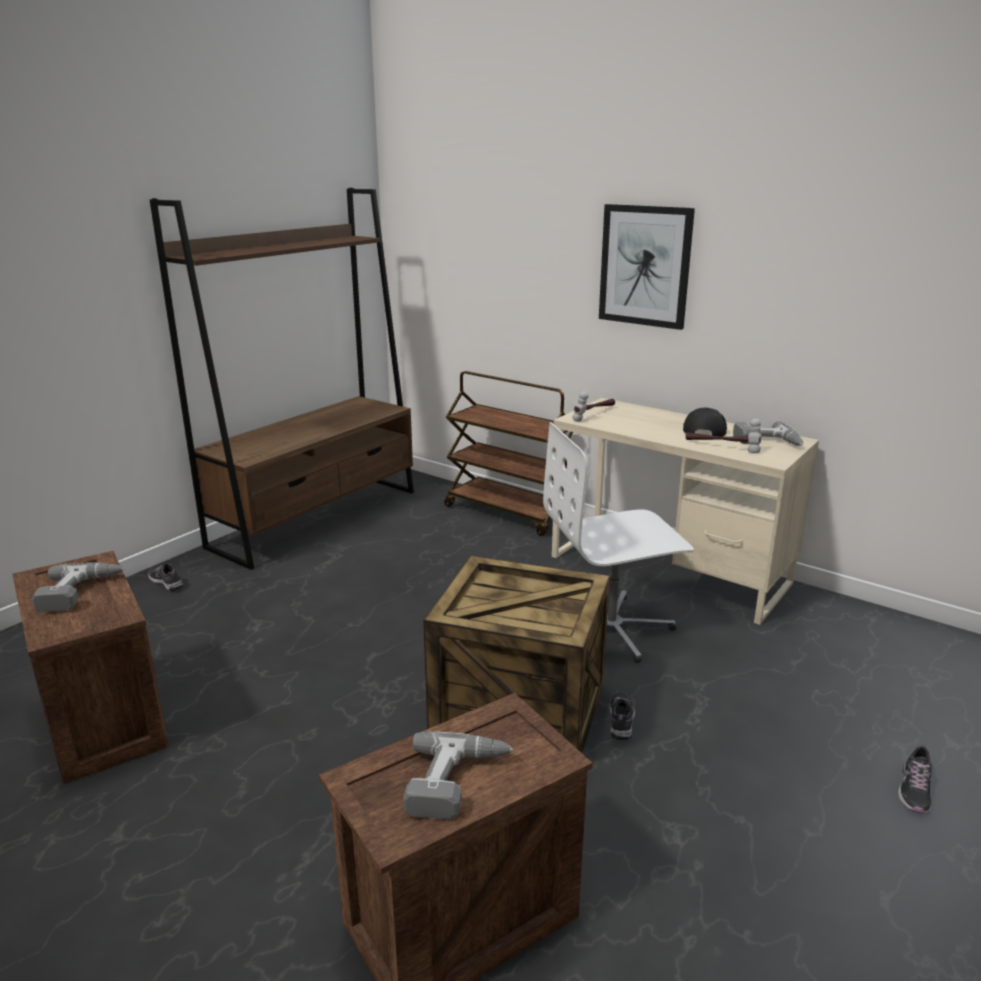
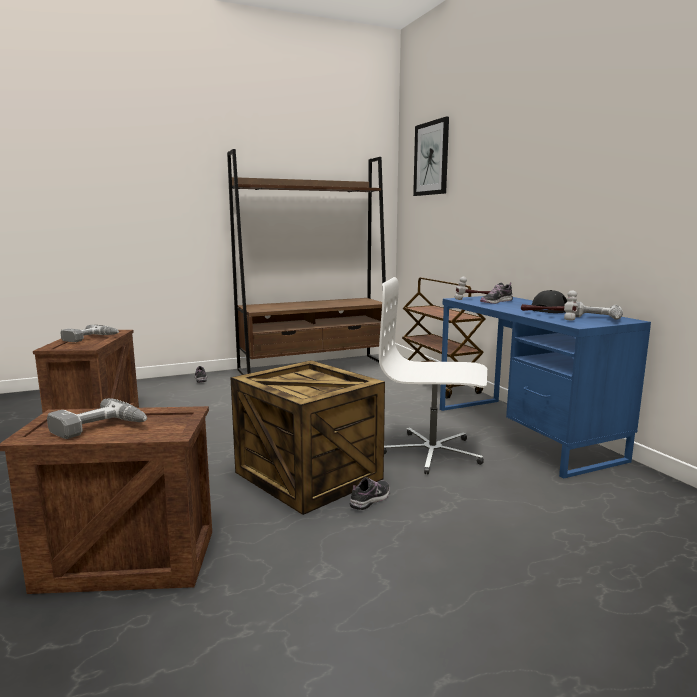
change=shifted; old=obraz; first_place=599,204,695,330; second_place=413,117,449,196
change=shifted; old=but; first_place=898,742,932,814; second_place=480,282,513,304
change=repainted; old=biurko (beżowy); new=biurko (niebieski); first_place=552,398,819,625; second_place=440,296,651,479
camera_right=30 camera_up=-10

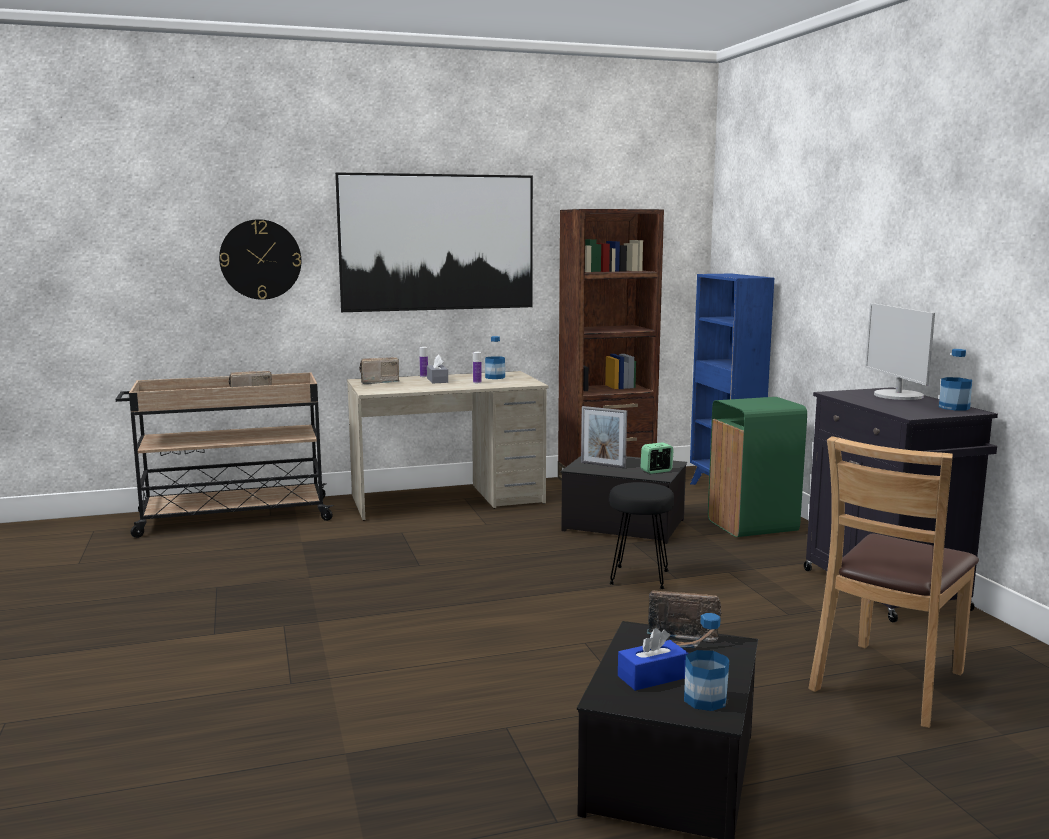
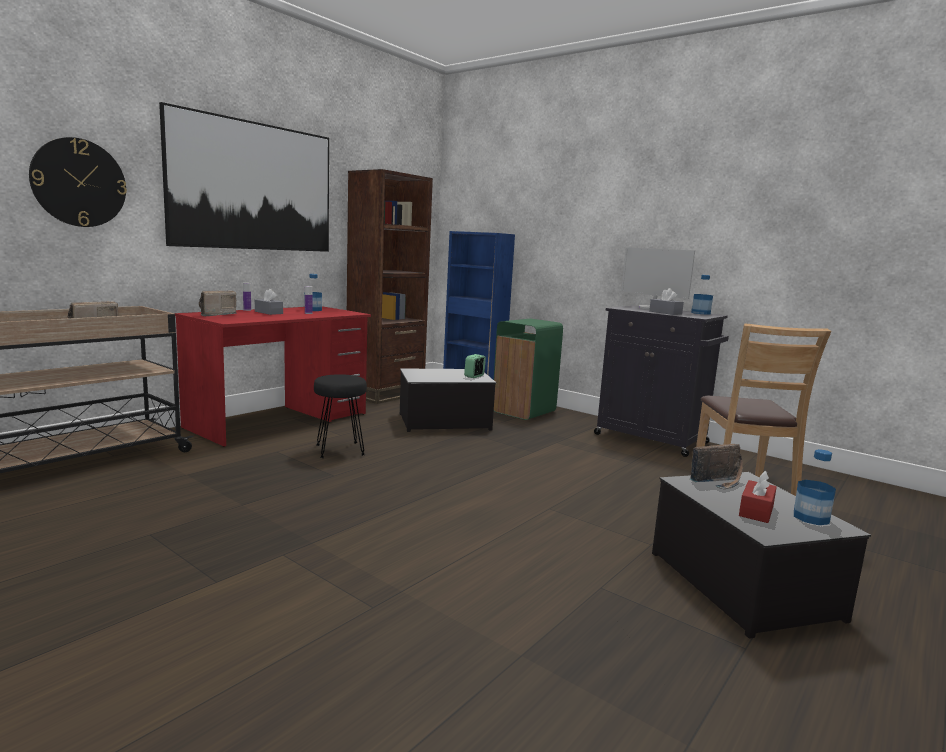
change=gone; old=ramka na zdjęcie; first_place=581,406,627,468
change=new; new=pudełko chusteczek (szary); second_place=649,288,684,315
change=shifted; old=stołek (czarny); first_place=609,482,674,589; second_place=314,374,367,458
change=repainted; old=biurko (beżowy); new=biurko (czerwony); first_place=347,371,548,520; second_place=175,306,371,447
change=repainted; old=pudełko chusteczek (niebieski); new=pudełko chusteczek (czerwony); first_place=618,628,689,691; second_place=739,471,777,523
camera_right=-35 camera_up=0

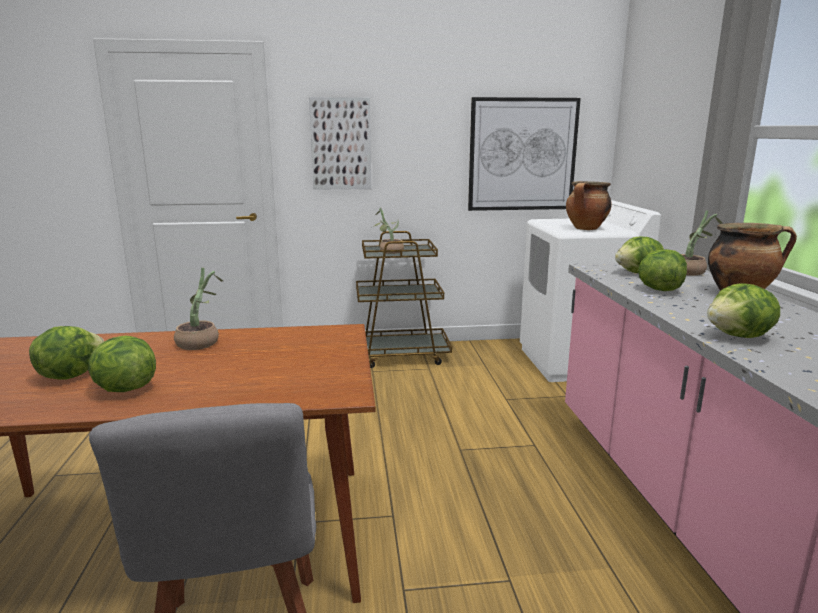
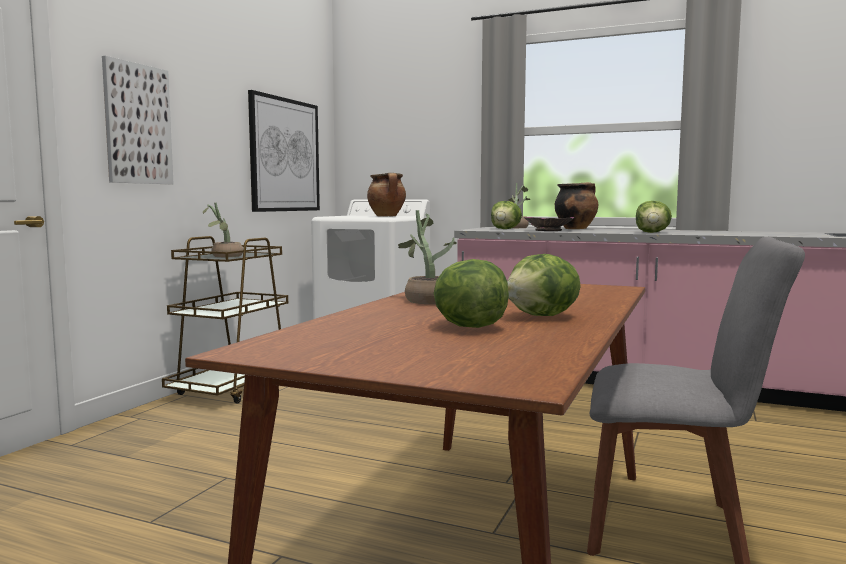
change=swapped; old=sałata; new=miska (różowy); first_place=638,249,687,291; second_place=524,217,574,231
camera_right=-60 camera_up=-10

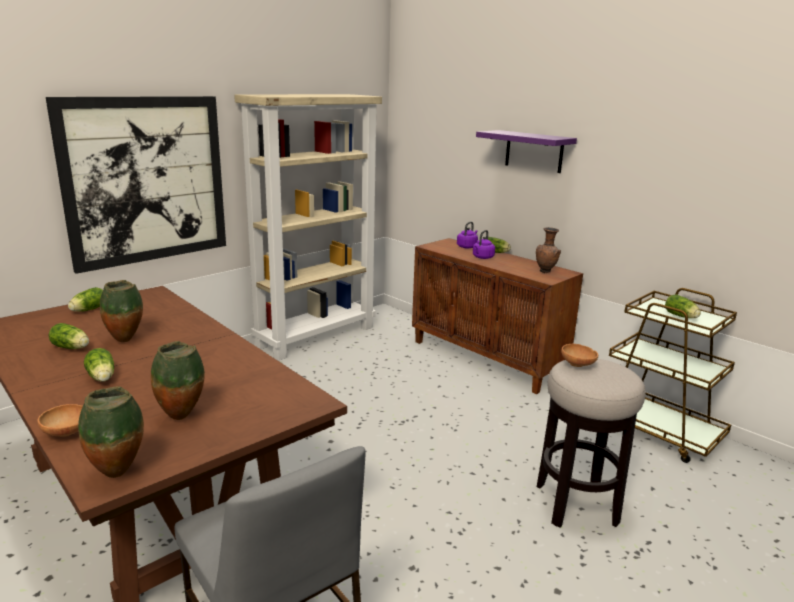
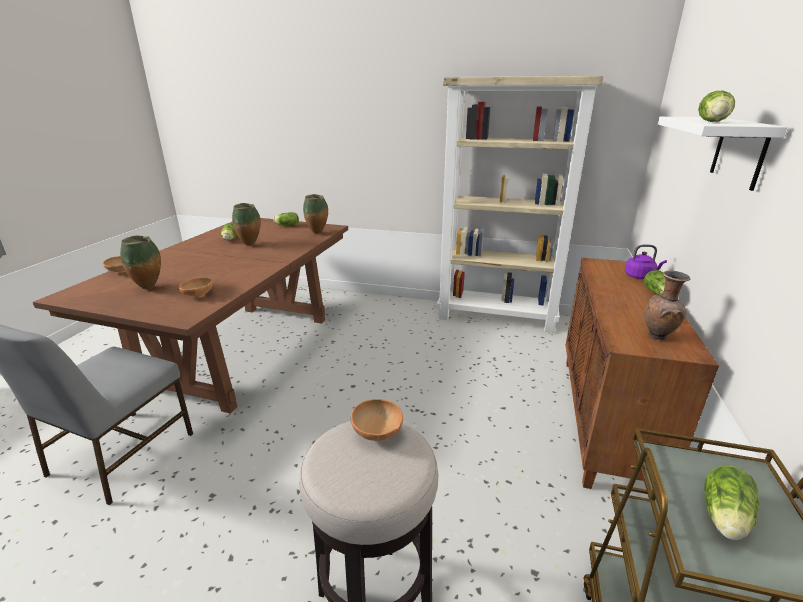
change=gone; old=obraz; first_place=46,96,226,274
change=gone; old=czajnik (fioletowy); first_place=473,230,495,259
change=new; new=miska (brązowy); second_place=179,278,213,298
change=shifted; old=wazon; first_place=78,386,144,478; second_place=303,194,328,234
change=shifted; old=sałata; first_place=84,348,114,382; second_place=698,91,735,122
change=repainted; old=półka (fioletowy); new=półka (biały); first_place=476,130,577,173; second_place=658,117,787,191
camera_right=60 camera_up=5

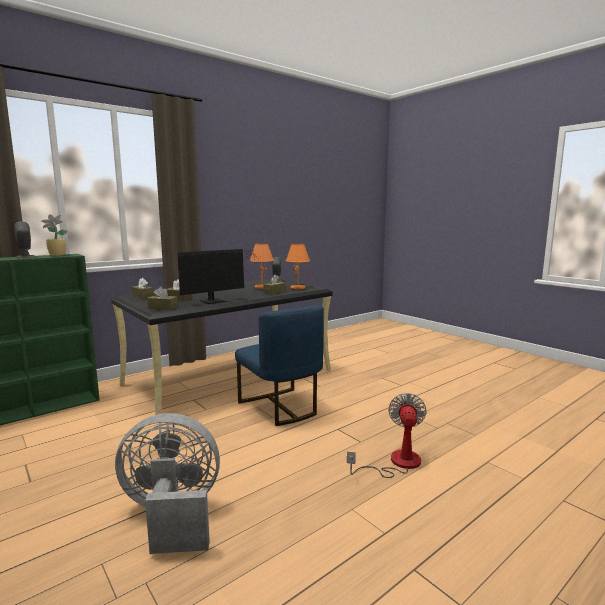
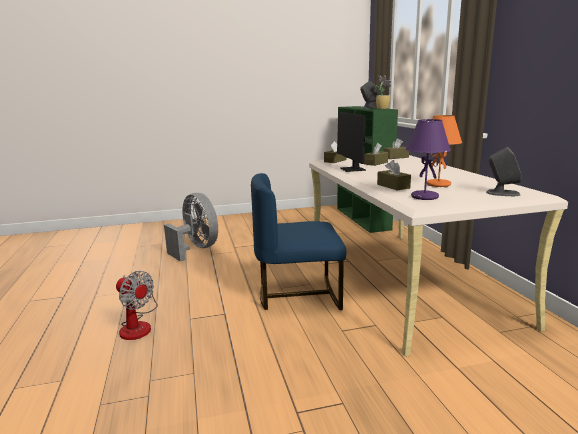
change=repainted; old=biurko (czarny); new=biurko (beżowy); first_place=111,279,333,415; second_place=309,155,568,357
change=repainted; old=lampa stołowa (pomarańczowy); new=lampa stołowa (fioletowy); first_place=286,244,310,290; second_place=406,119,451,200
change=rotated; old=wentylator (szary); first_place=115,413,220,554; second_place=164,193,218,262; degrees=-60
camera_right=115 camera_up=5

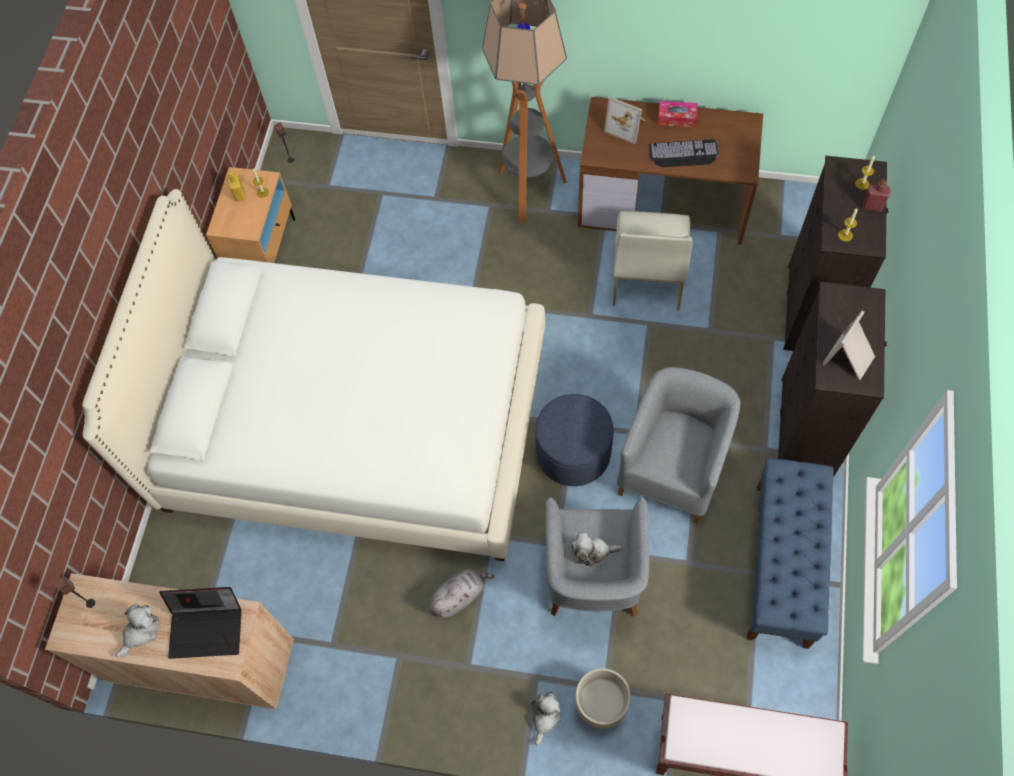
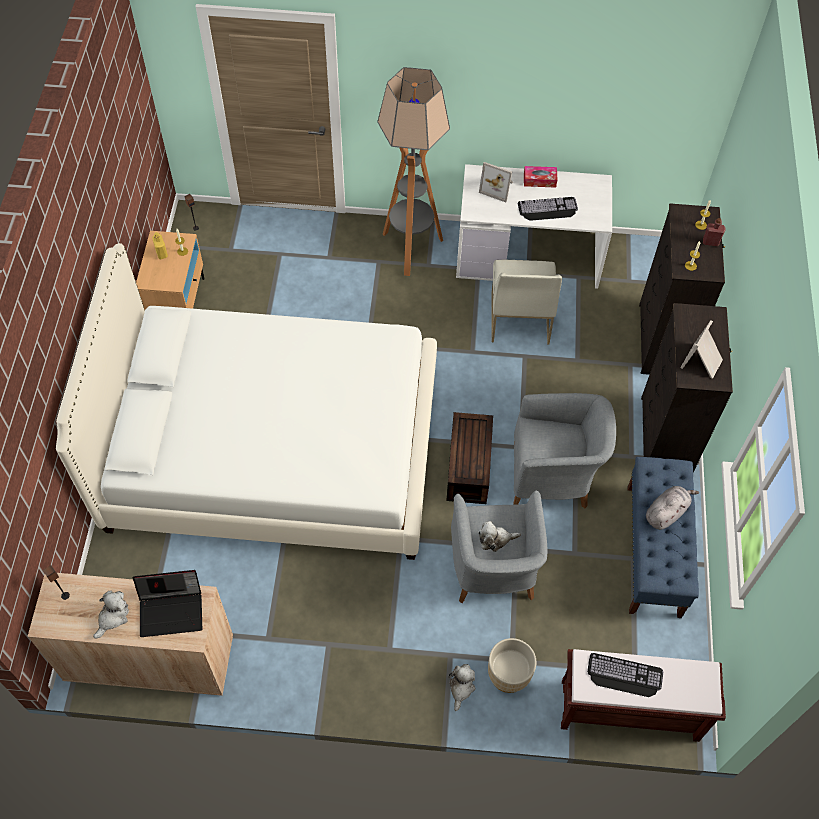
change=new; new=klawiatura; second_place=587,653,663,697
change=shifted; old=pluszak (szary); first_place=430,569,495,618; second_place=646,486,699,530
change=swapped; old=pufa (niebieski); new=pojemnik do przechowywania (brązowy); first_place=535,394,614,486; second_place=446,412,493,504
change=repainted; old=biurko (brązowy); new=biurko (biały); first_place=578,97,763,245; second_place=456,164,612,289
change=rotated; old=fotel (szary); first_place=617,367,740,524; second_place=514,393,616,508; degrees=75
camera_right=-10 camera_up=-5

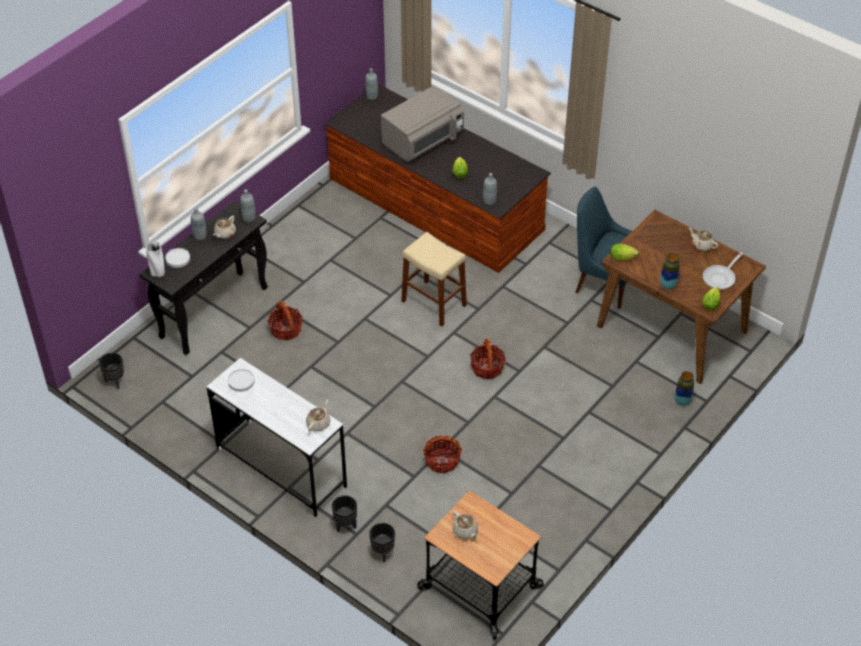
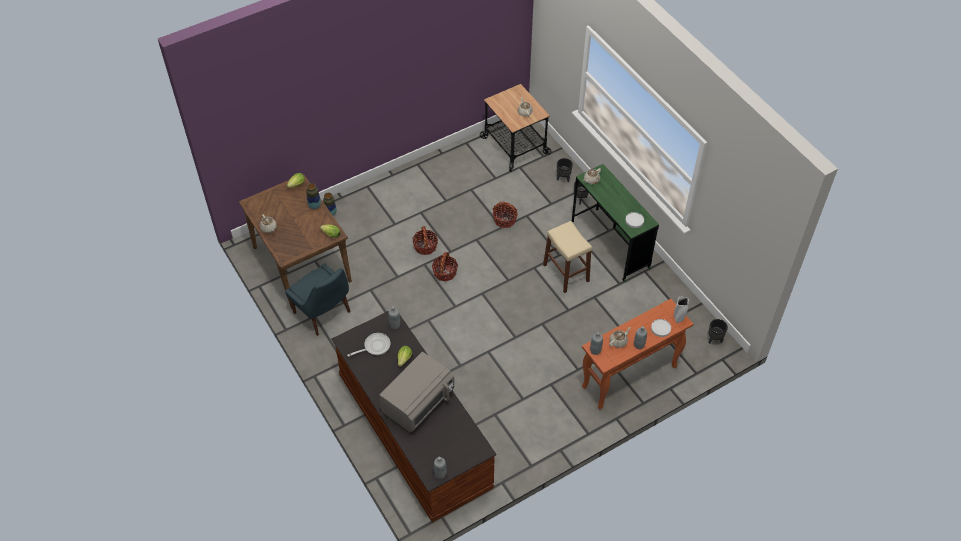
change=shifted; old=koszyk; first_place=267,301,302,340; second_place=413,226,438,255
change=shifted; old=stołek (beżowy); first_place=401,232,467,327; second_place=543,221,592,293
change=shifted; old=patelnia; first_place=703,252,743,290; second_place=347,333,390,357
change=repainted; old=stolik konsolowy (czarny); new=stolik konsolowy (pomarańczowy); first_place=139,201,268,355; second_place=582,299,693,409
change=repainted; old=biurko (biały); new=biurko (zielony); first_place=207,358,347,517; second_place=572,164,659,282
change=rotated; old=mikrofalówka (szary); first_place=381,85,464,163; second_place=379,352,454,432; degrees=150
camera_right=-160 camera_up=5

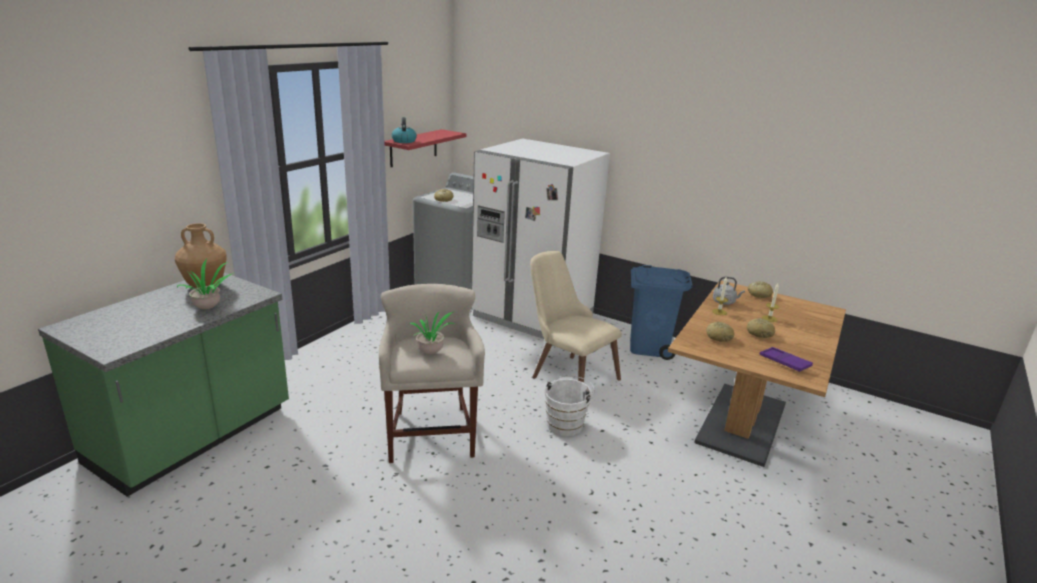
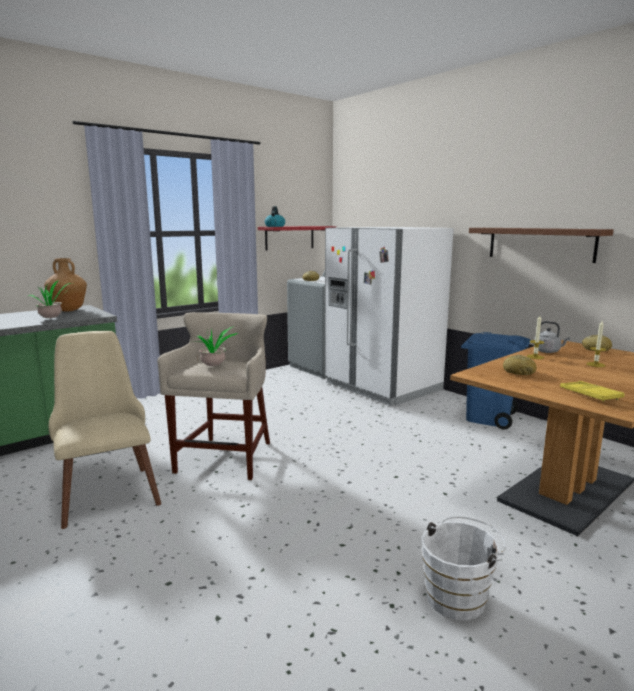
change=gone; old=chleb; first_place=747,318,775,338
change=new; new=półka (brązowy); second_place=469,228,614,263
change=shifted; old=krzesło (beżowy); first_place=530,251,622,383; second_place=49,331,161,529
change=shifted; old=wiadro (biały); first_place=545,376,595,437; second_place=421,517,506,621
change=repainted; old=taca (fioletowy); new=taca (żółty); first_place=760,347,813,372; second_place=560,381,624,402
camera_right=20 camera_up=-10

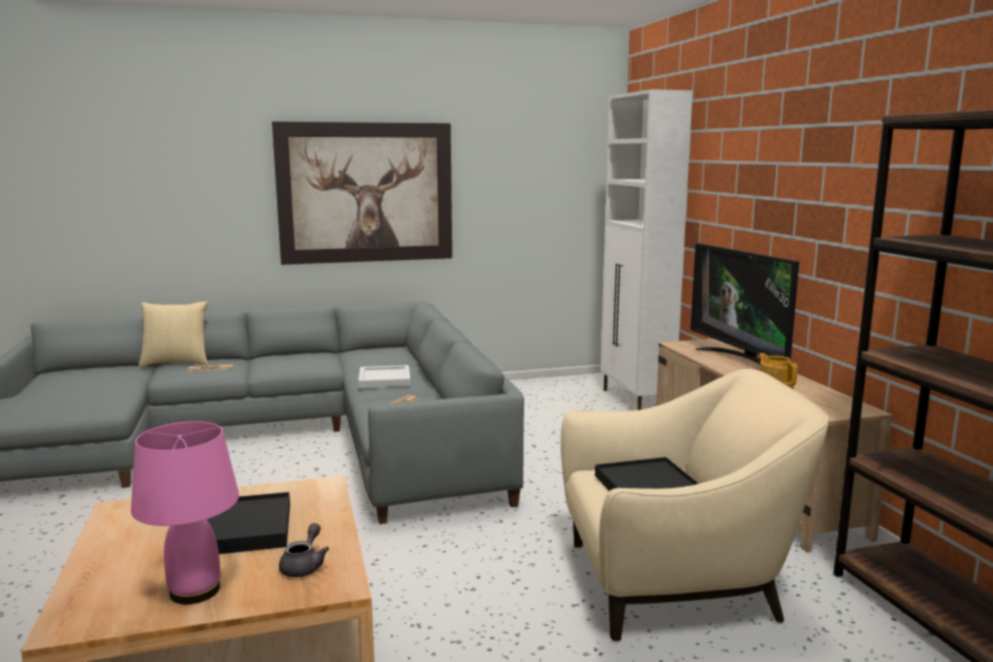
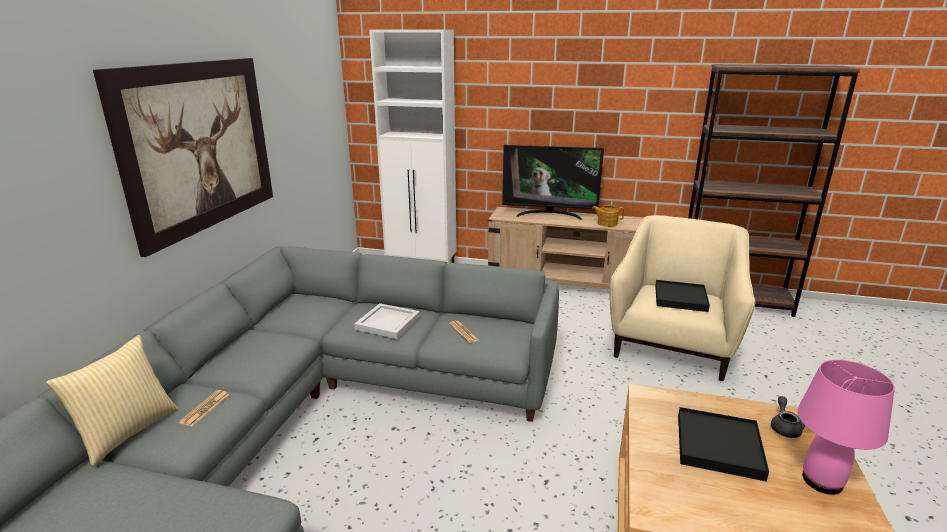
change=rotated; old=imbryk (szary); first_place=279,523,329,577; second_place=771,396,805,438; degrees=60
camera_right=-60 camera_up=10

